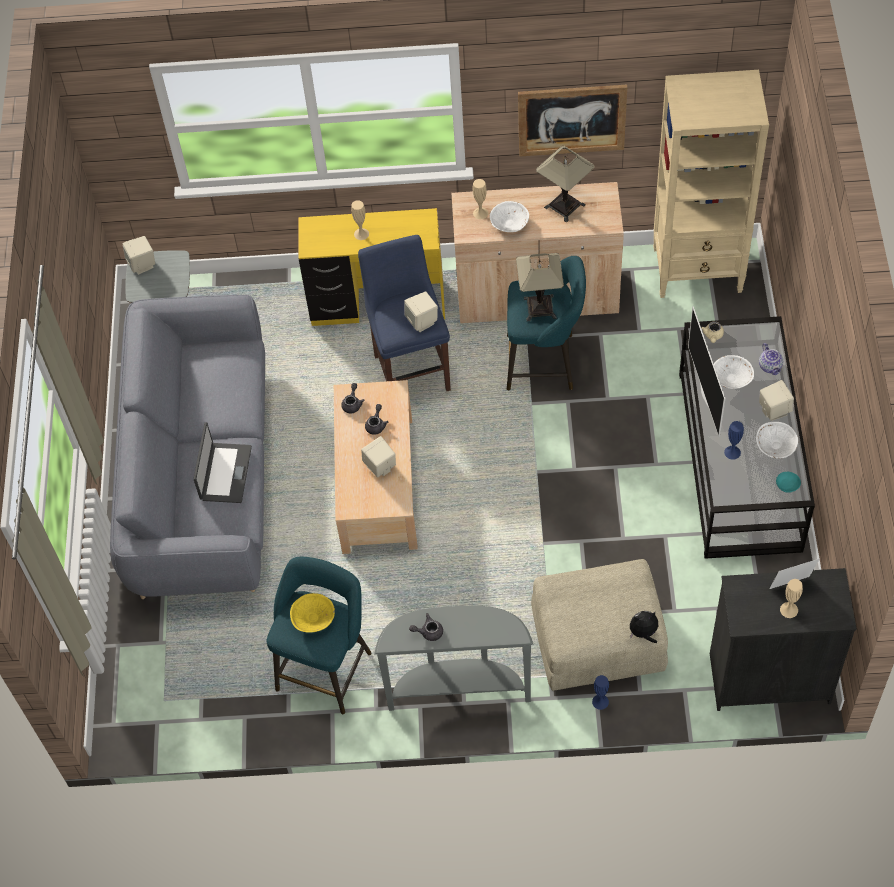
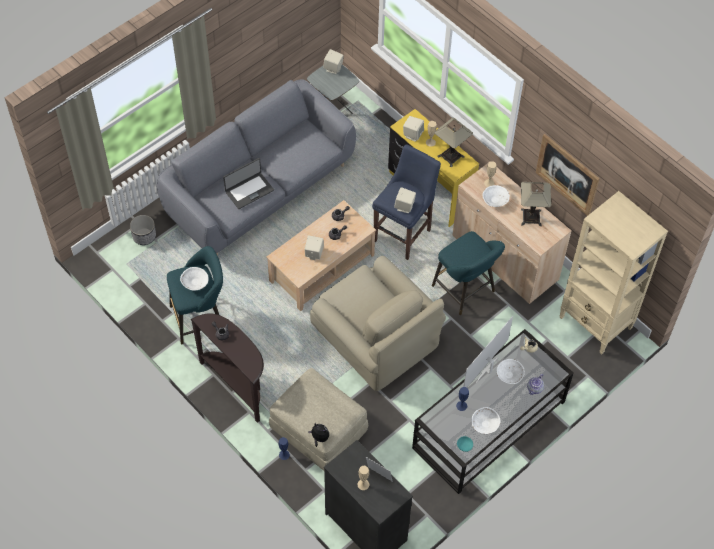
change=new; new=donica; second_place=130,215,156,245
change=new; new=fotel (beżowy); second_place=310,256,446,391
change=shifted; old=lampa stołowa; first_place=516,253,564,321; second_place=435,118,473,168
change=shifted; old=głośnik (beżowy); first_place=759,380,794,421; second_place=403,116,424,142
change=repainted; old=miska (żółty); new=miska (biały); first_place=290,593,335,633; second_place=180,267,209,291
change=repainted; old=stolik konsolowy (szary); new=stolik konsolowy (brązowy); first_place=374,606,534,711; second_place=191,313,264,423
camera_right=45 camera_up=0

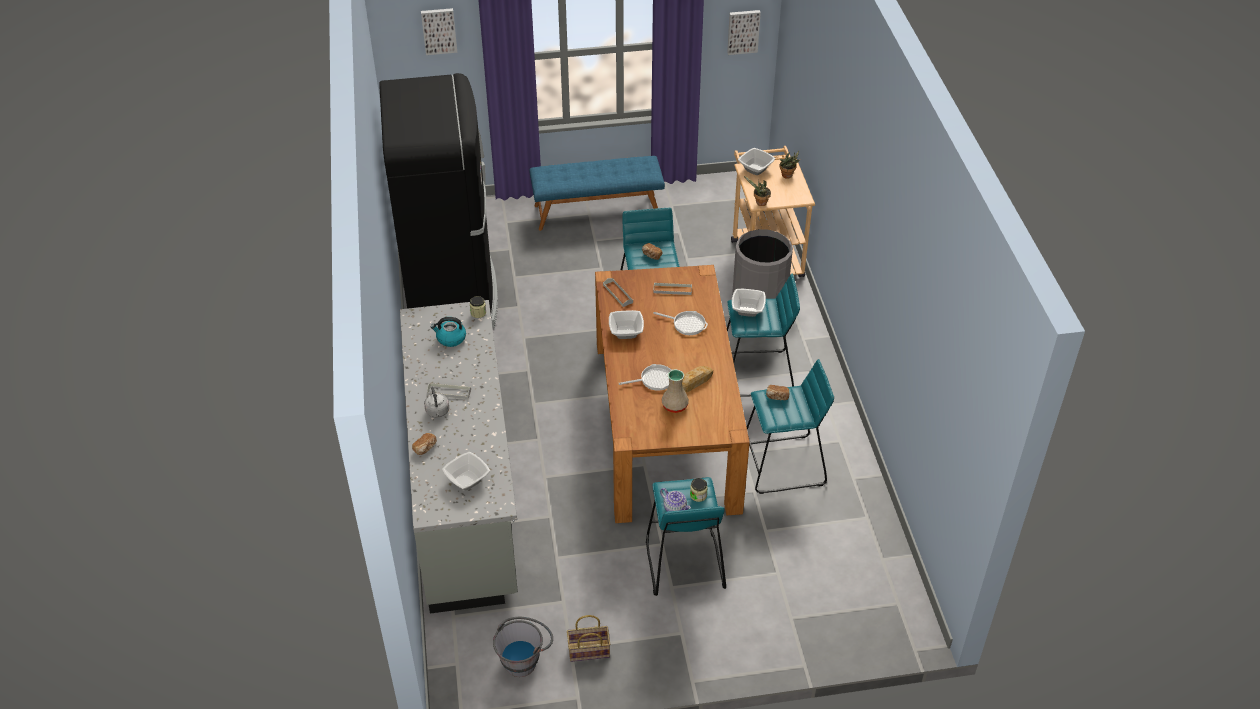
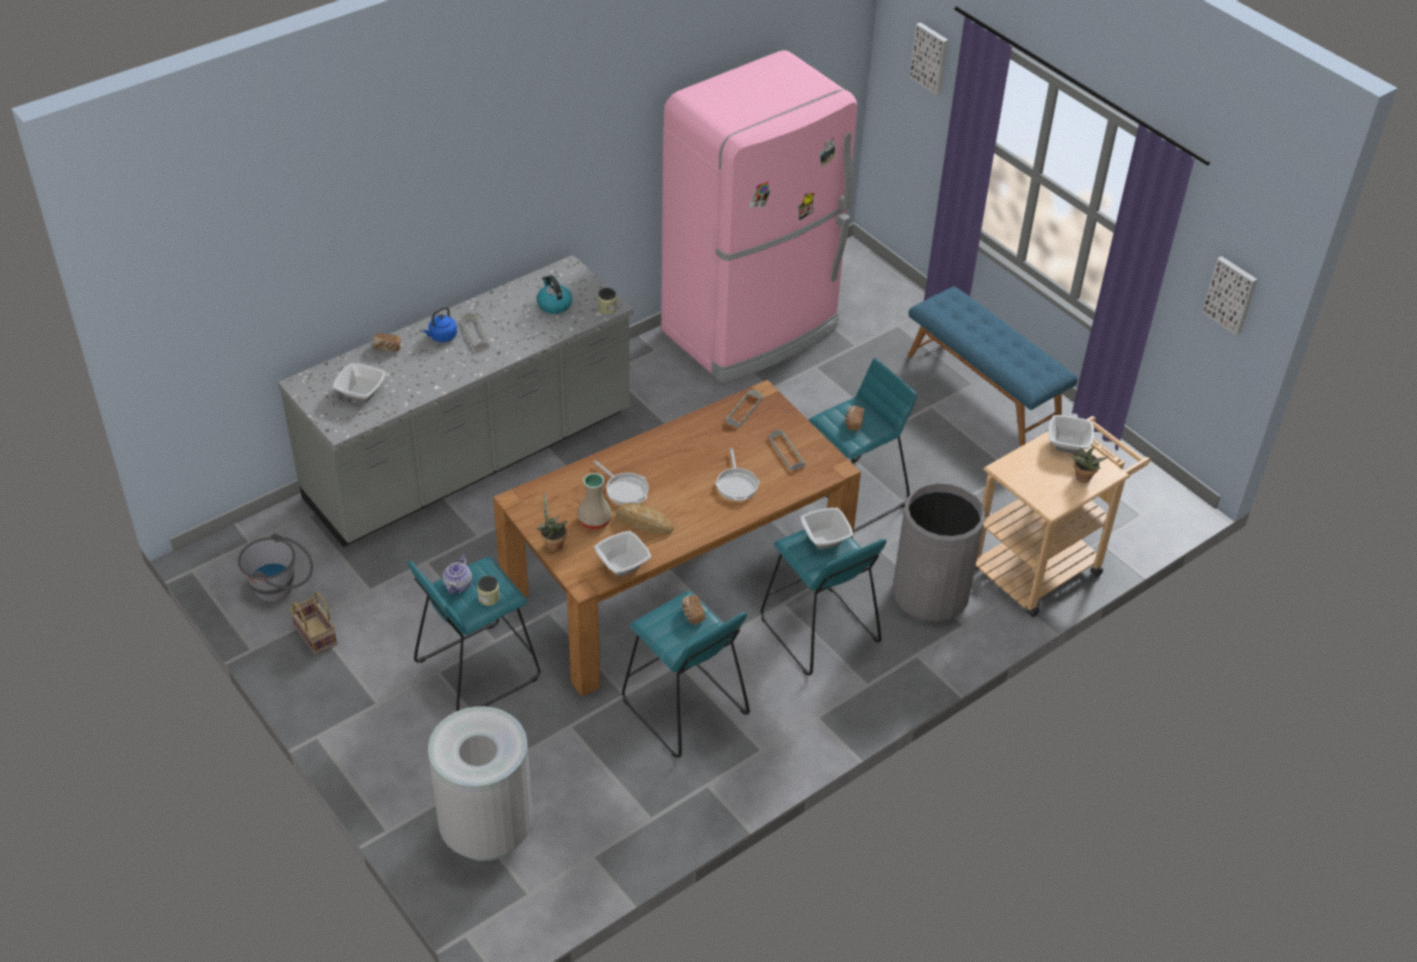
change=new; new=kosz na śmieci (szary); second_place=428,706,533,861
change=shifted; old=miska; first_place=609,310,644,339; second_place=594,531,651,576
change=shifted; old=roślina doniczkowa; first_place=744,176,771,206; second_place=535,493,567,551
change=repainted; old=lodówka (czarny); new=lodówka (różowy); first_place=379,73,498,328; second_place=661,50,858,383
change=repainted; old=czajnik (szary); new=czajnik (niebieski); first_place=424,387,449,418; second_place=422,306,457,342
camera_right=60 camera_up=0

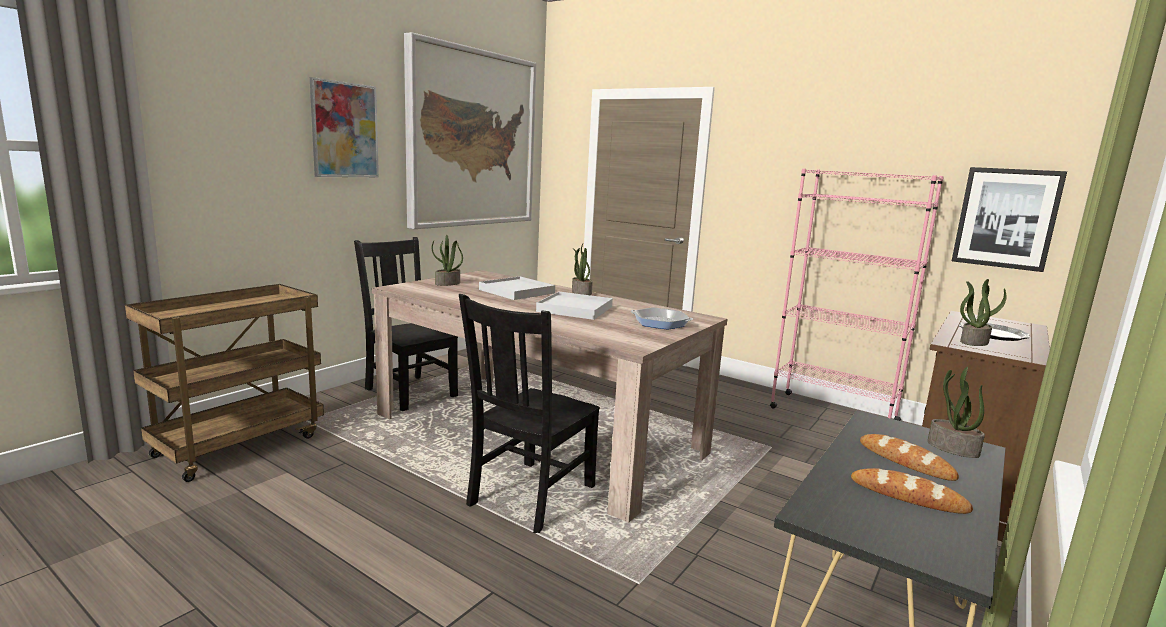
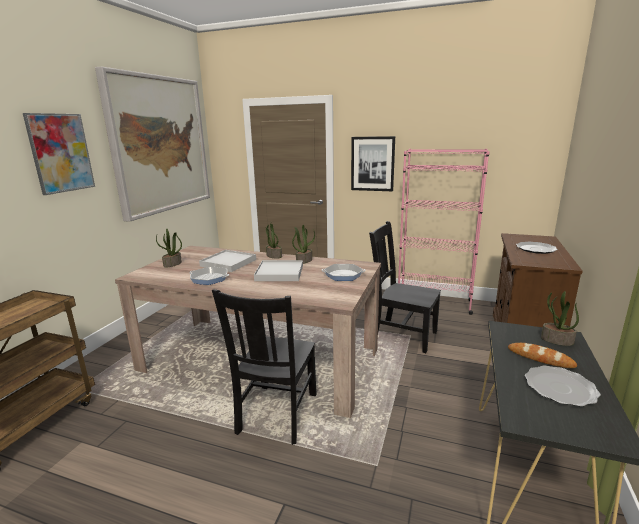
change=new; new=patelnia; second_place=189,267,229,285
change=shifted; old=krzesło (czarny); first_place=354,237,458,411; second_place=369,221,441,353
change=shifted; old=obraz; first_place=952,167,1067,272; second_place=351,136,395,191
change=shifted; old=roślina doniczkowa; first_place=960,279,1007,346; second_place=292,225,315,264
change=swapped; old=chleb; new=talerz; first_place=851,468,973,514; second_place=525,366,601,407
camera_right=-15 camera_up=5

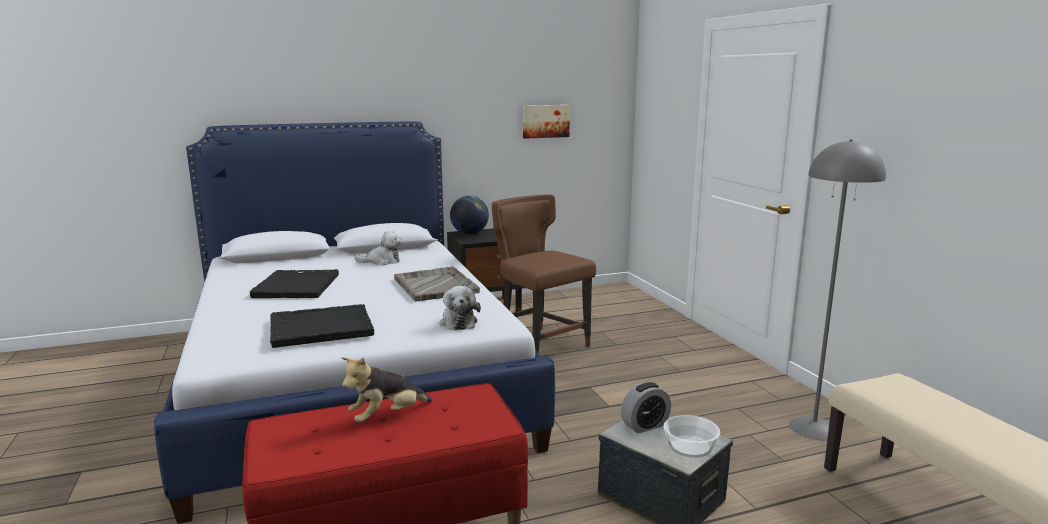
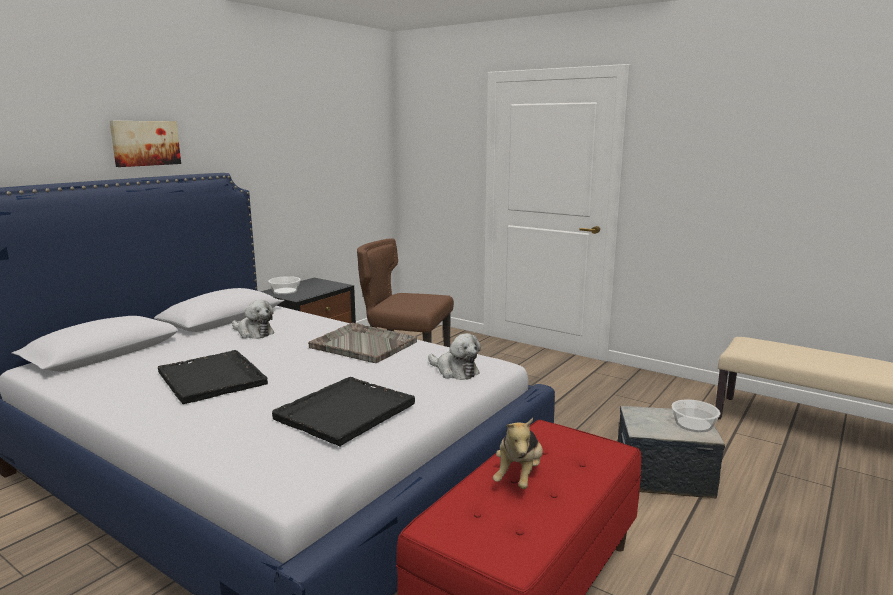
change=gone; old=budzik; first_place=621,382,671,433
change=gone; old=lampa stojąca (szary); first_place=789,139,886,440
change=shifted; old=obraz; first_place=523,105,570,139; second_place=109,121,181,167
change=swapped; old=globus; new=miska; first_place=450,196,489,235; second_place=268,276,301,294
change=rotated; old=pluszak; first_place=354,231,402,265; second_place=232,300,274,339; degrees=75
camera_right=-35 camera_up=0

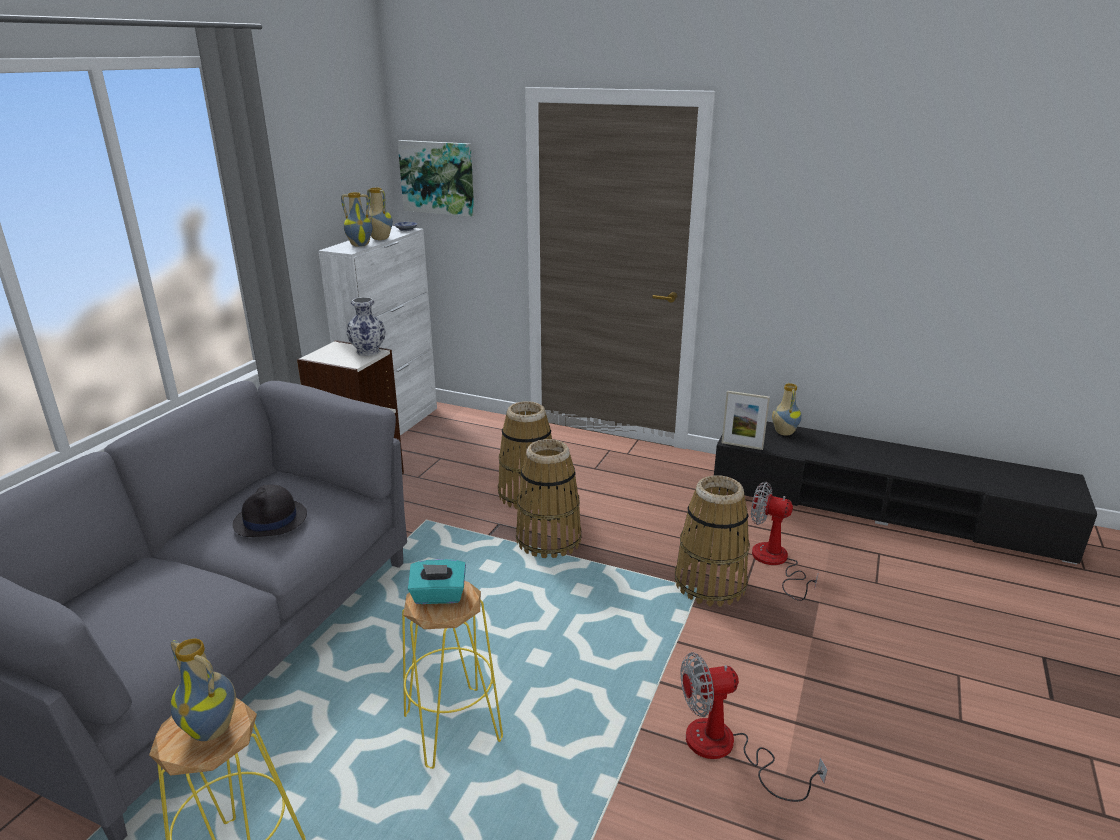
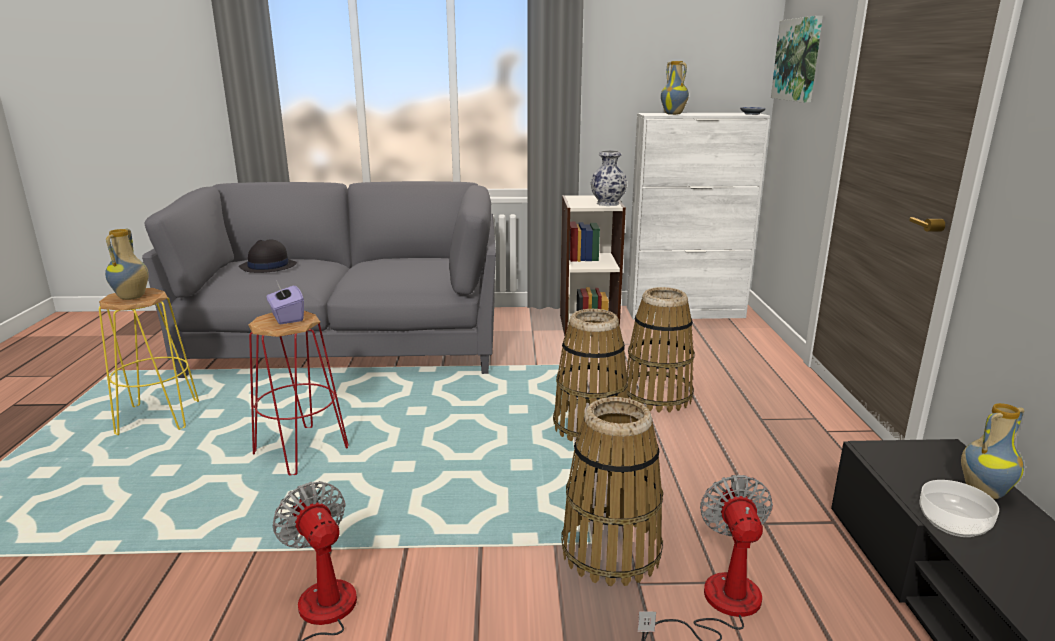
change=gone; old=wazon; first_place=367,188,393,240
change=gone; old=ramka na zdjęcie; first_place=722,391,770,450
change=new; new=miska; second_place=919,480,999,537
change=shifted; old=kapelusz (czarny); first_place=232,485,307,537; second_place=239,239,297,273
change=repainted; old=stołek (żółty); new=stołek (czerwony); first_place=402,581,503,769; second_place=248,311,349,475
change=repainted; old=pudełko chusteczek (turkusowy); new=pudełko chusteczek (fioletowy); first_place=408,559,466,604; second_place=266,280,304,325
camera_right=65 camera_up=-5

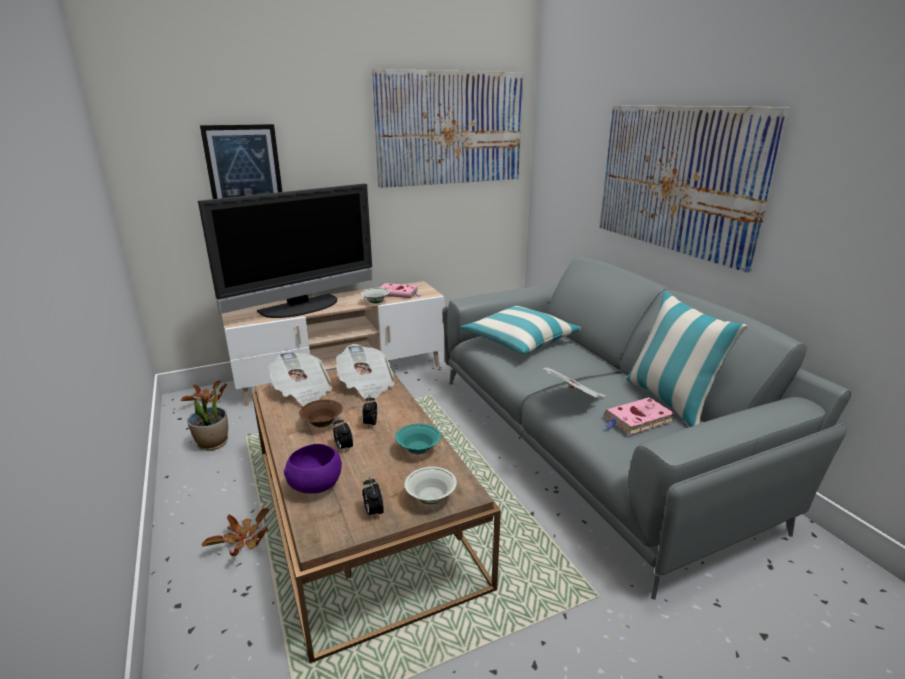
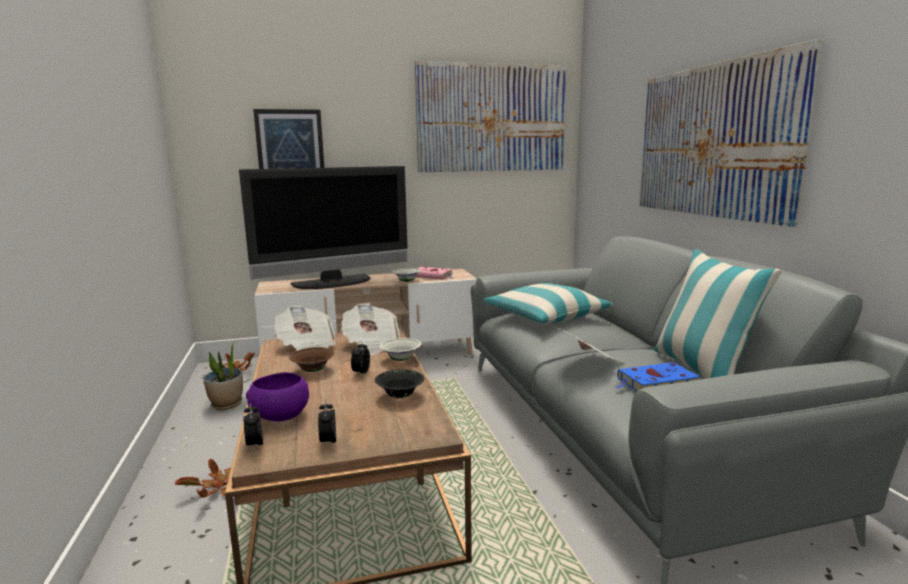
change=shifted; old=budzik; first_place=333,417,353,452; second_place=243,403,263,451
change=shifted; old=miska (biały); first_place=405,467,457,504; second_place=379,338,421,361
change=repainted; old=miska (turkusowy); new=miska (czarny); first_place=395,423,441,454; second_place=375,369,424,398
change=repainted; old=książka (różowy); new=książka (niebieski); first_place=605,398,675,435; second_place=614,362,700,391
camera_right=10 camera_up=-10

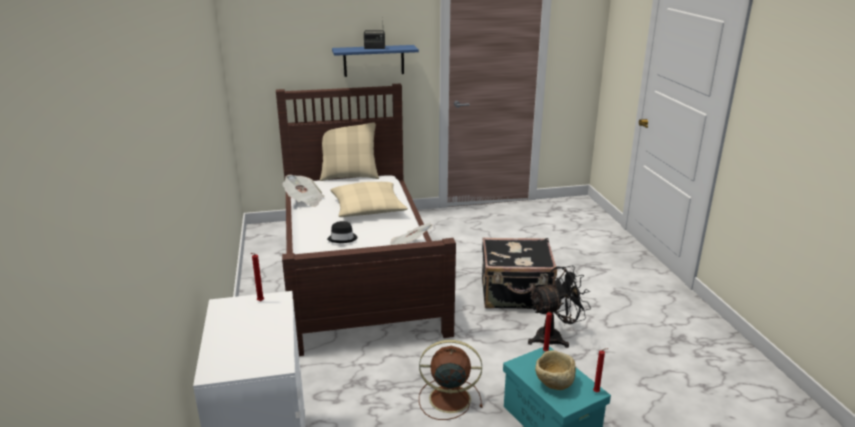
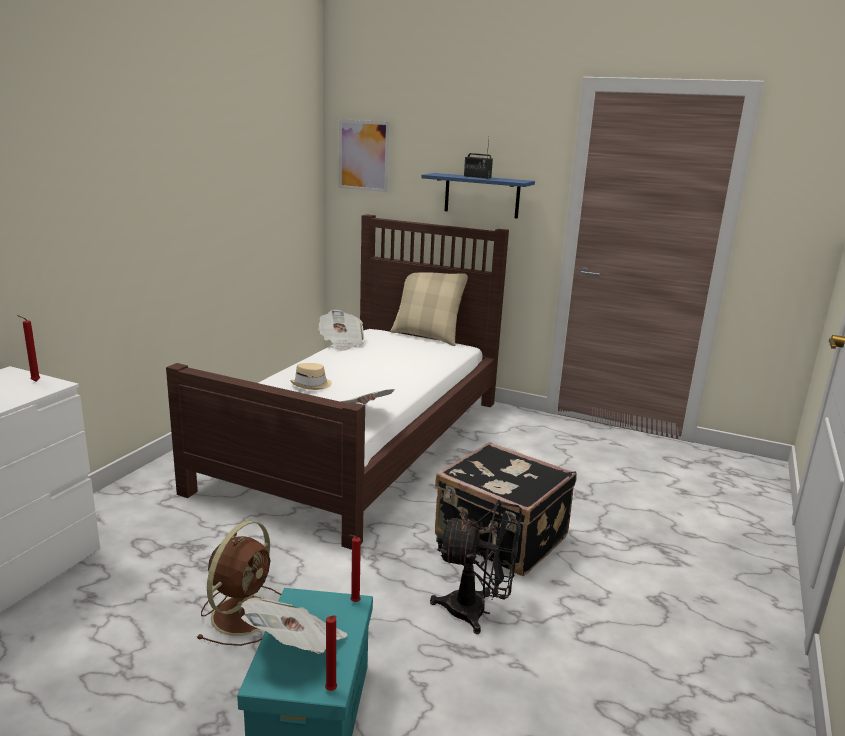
change=gone; old=poduszka (beżowy); first_place=330,182,408,217
change=new; new=obraz; second_place=339,119,390,192
change=swapped; old=miska (beżowy); new=gazeta; first_place=535,350,576,390; second_place=241,597,348,654
change=repainted; old=kapelusz (czarny); new=kapelusz (beżowy); first_place=327,221,358,243; second_place=290,363,332,390
change=rotated; old=wentylator (brązowy); first_place=419,340,483,420; second_place=196,521,281,646; degrees=75
camera_right=35 camera_up=-5

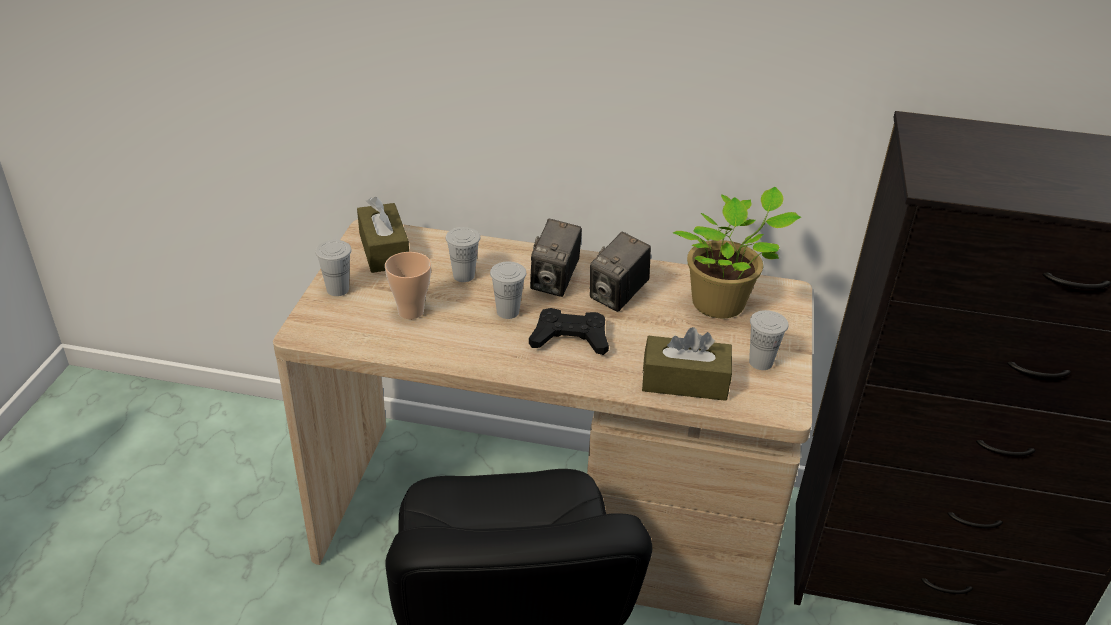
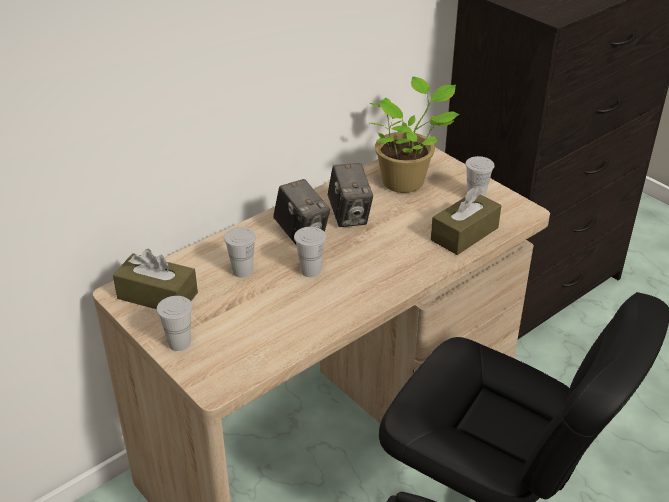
change=gone; old=filiżanka; first_place=385,252,431,319
change=gone; old=pad do gier (czarny); first_place=529,308,609,355
camera_right=-50 camera_up=0

